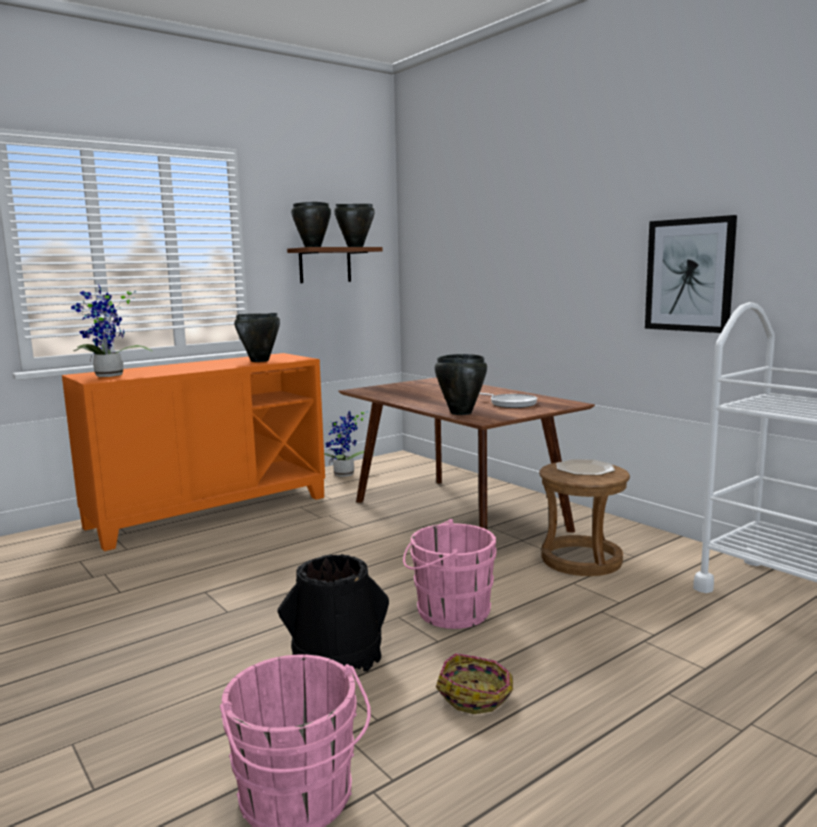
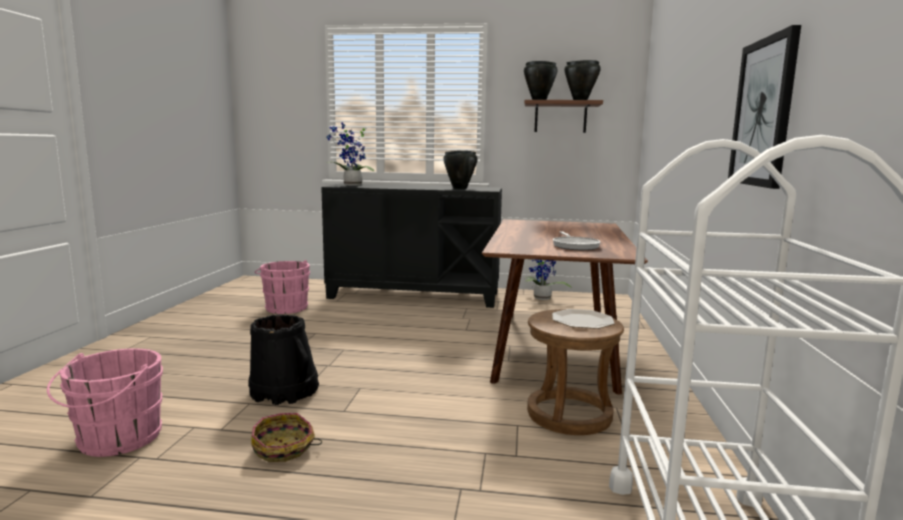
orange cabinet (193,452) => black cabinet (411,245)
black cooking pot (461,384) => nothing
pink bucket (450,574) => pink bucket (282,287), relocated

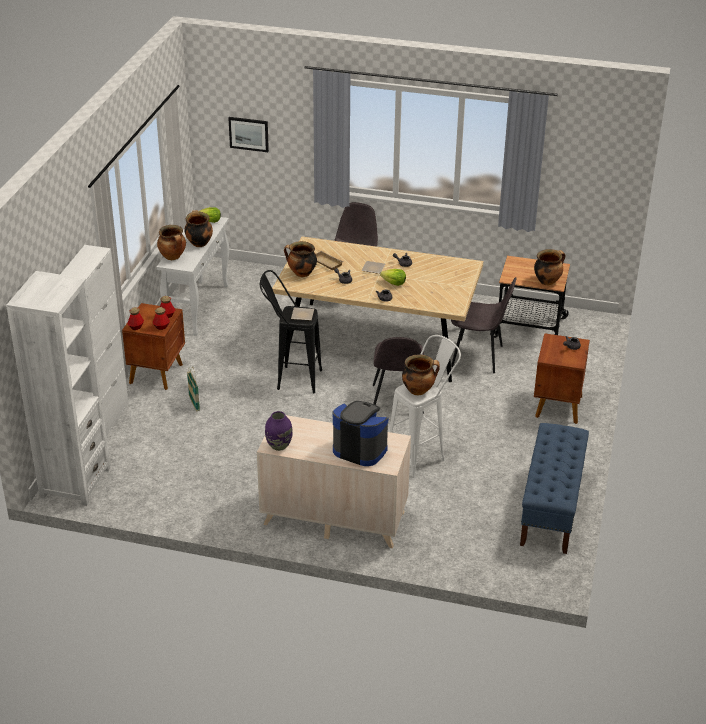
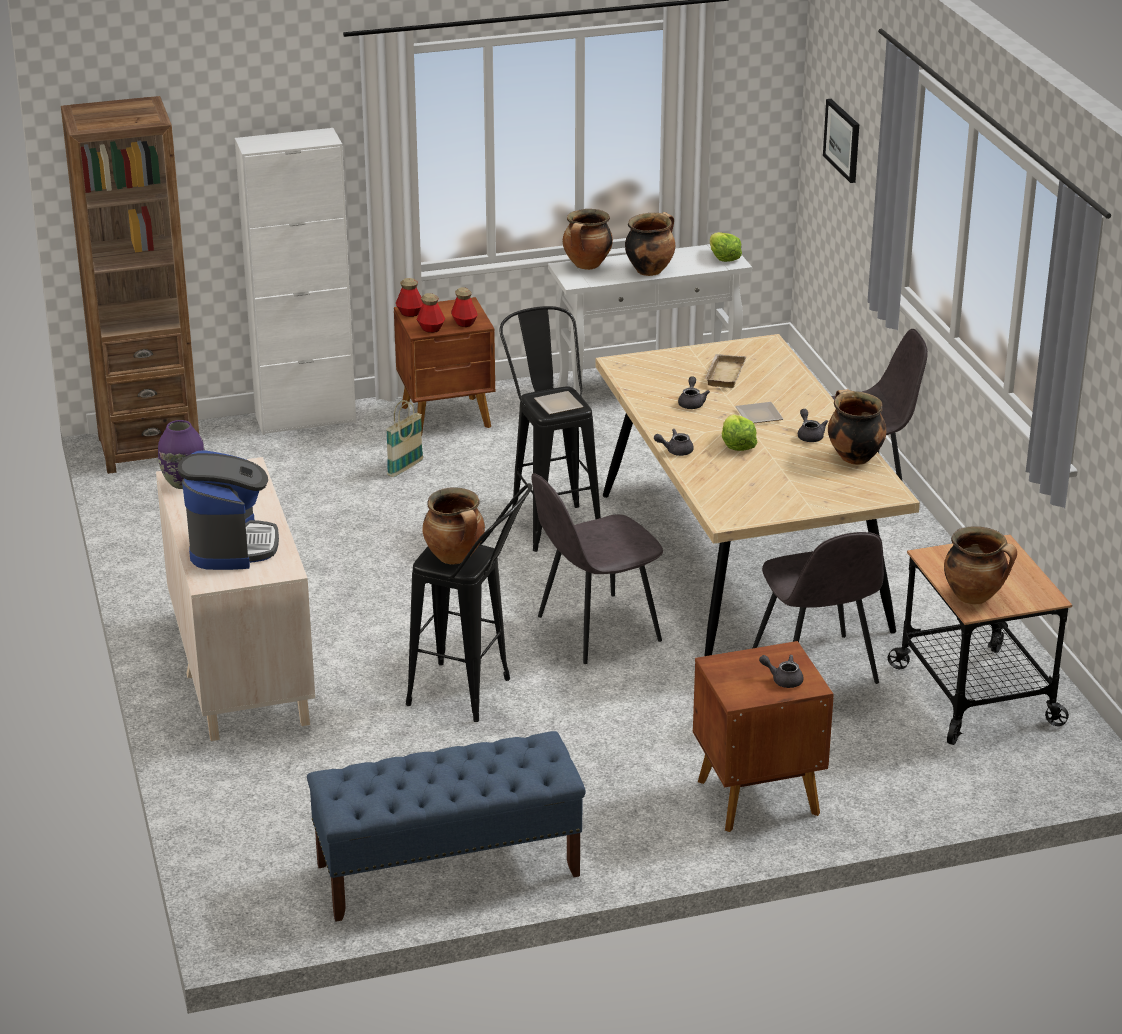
cooking pot (300,259) => cooking pot (857,427), relocated
white bookcase (58,388) => brown bookcase (130,285)
white stool (425,406) => black stool (469,602)

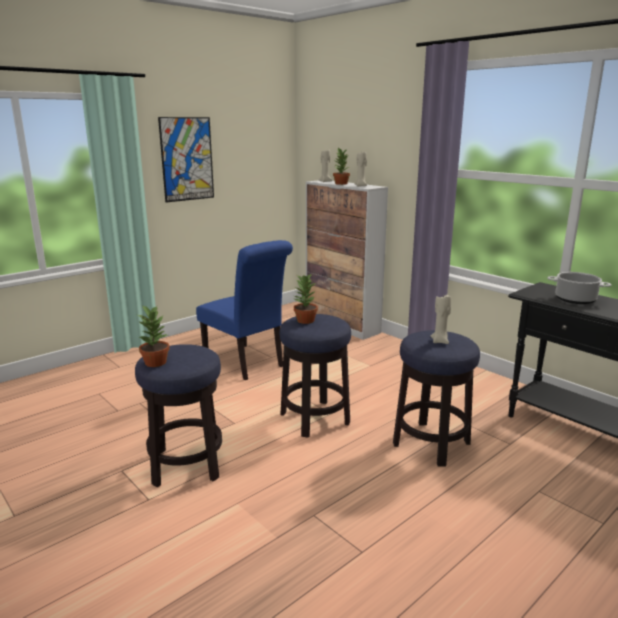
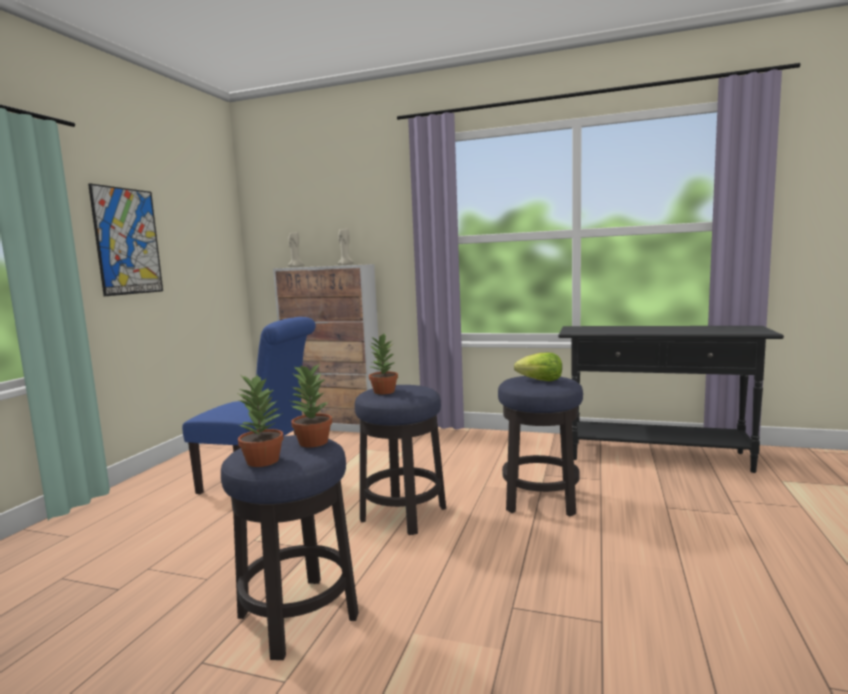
potted plant (341,166) => potted plant (311,405), relocated
cooking pot (579,288) => nothing
beige candle (441,319) => lettuce (538,366)

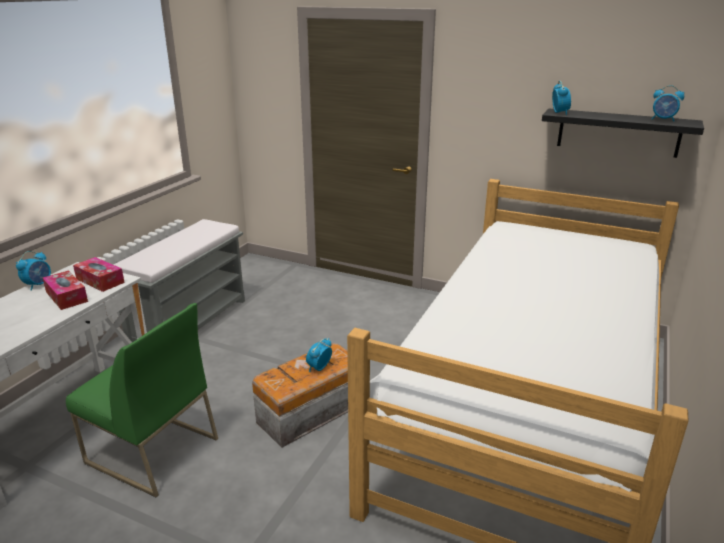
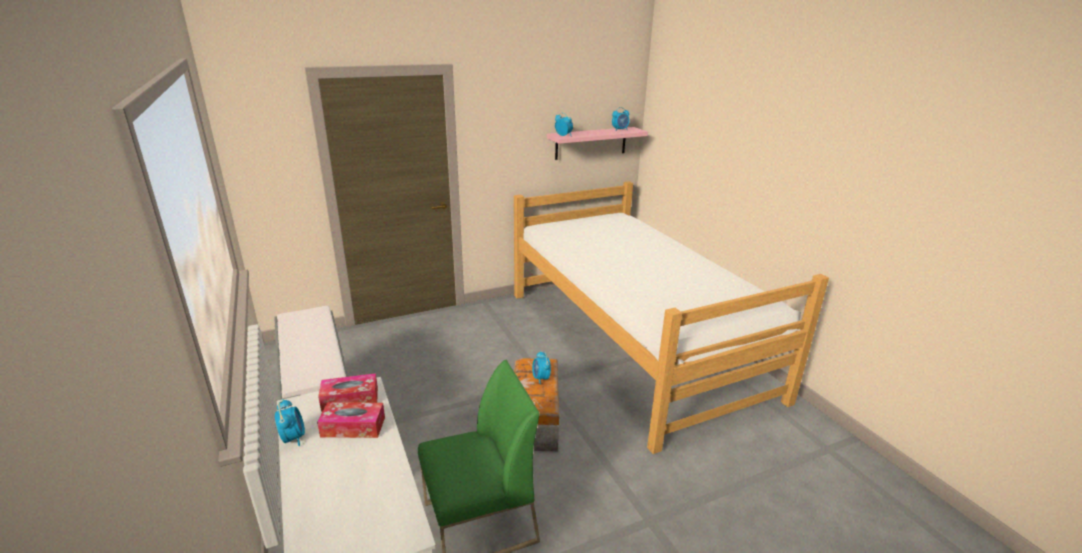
black shelf (623,133) => pink shelf (597,143)

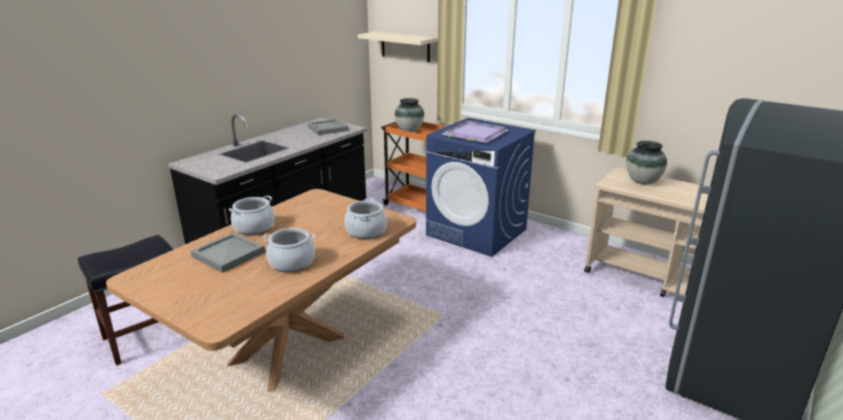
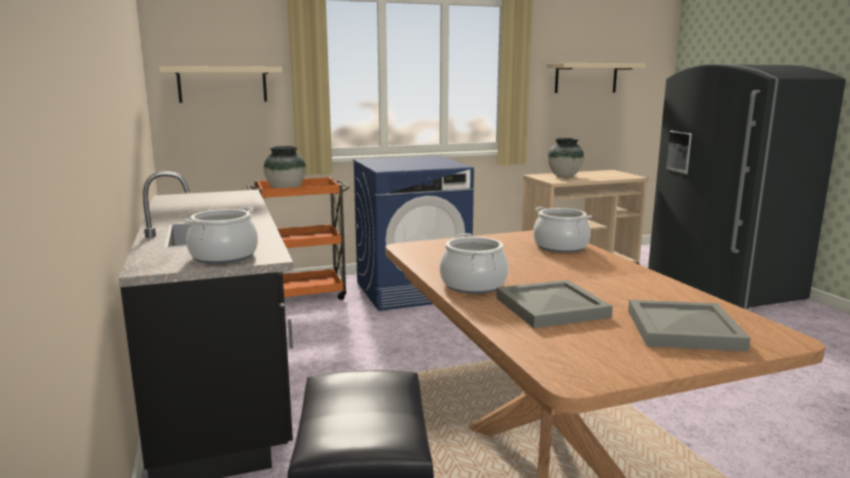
grey tray (328,127) => grey tray (689,325), relocated
purple tray (475,132) => nothing
cooking pot (289,250) => cooking pot (221,235), relocated
nothing => beige shelf (596,78)

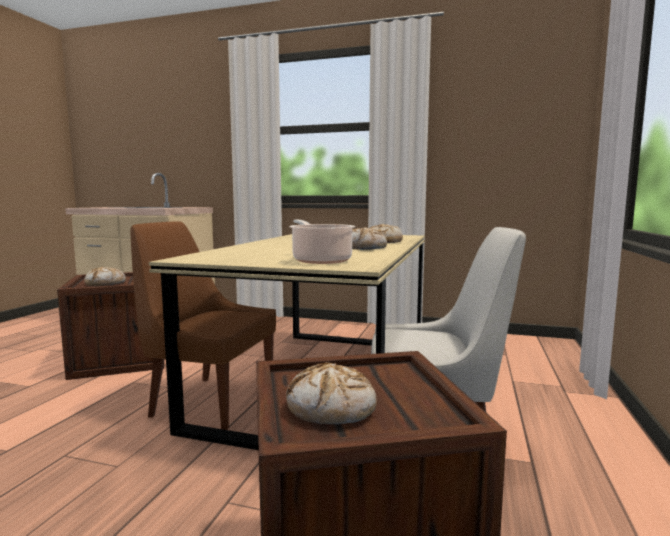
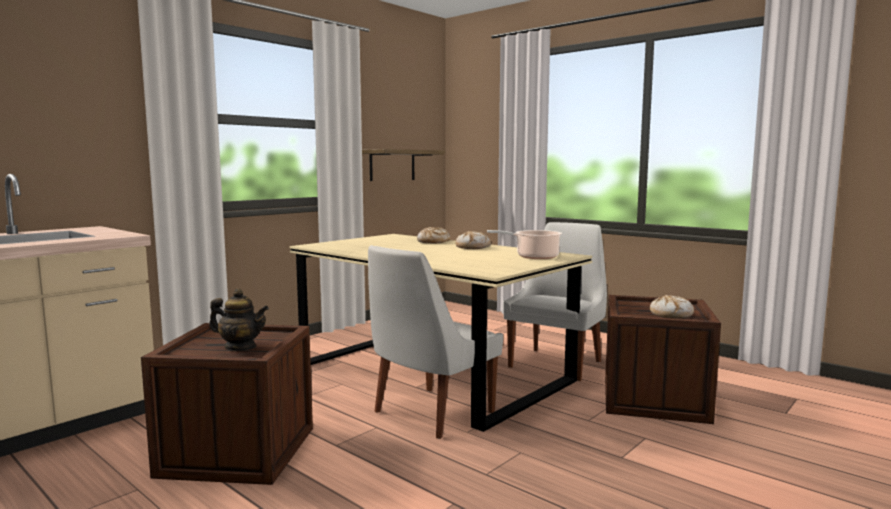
brown chair (203,325) => white chair (435,342)
bread (105,276) => teapot (239,320)
nothing => shelf (403,165)

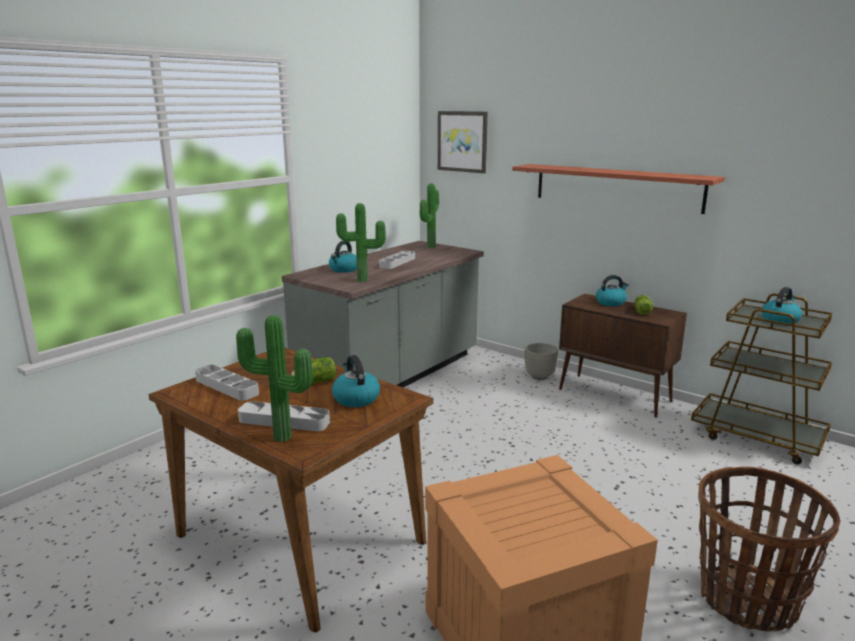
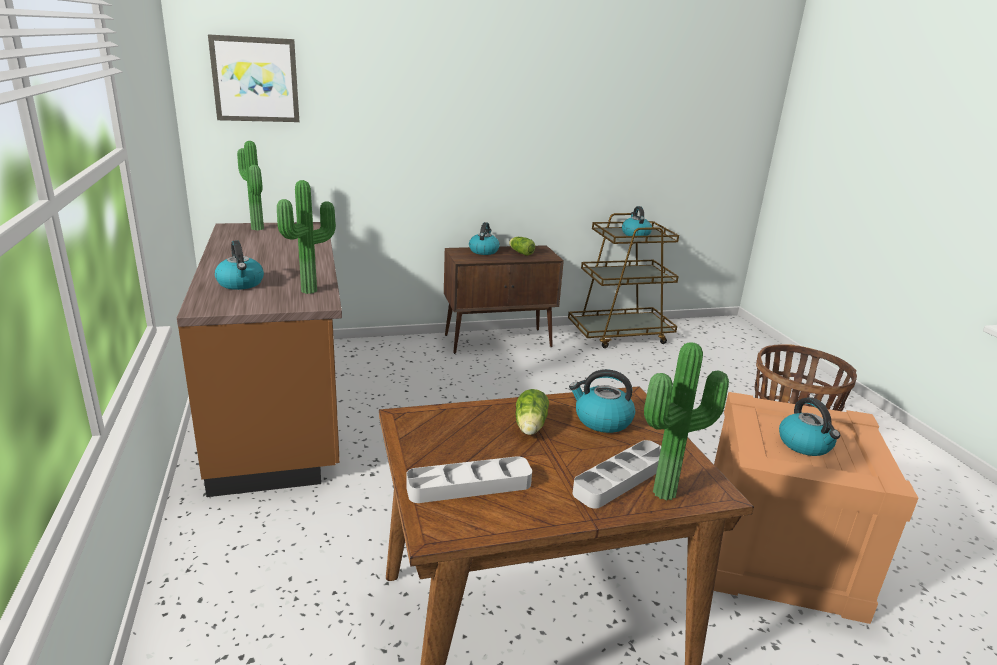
shelf (618,189) => nothing
grey counter (383,314) => brown counter (259,359)
grey tray (397,260) => nothing
grey planter (541,361) => nothing
nothing => kettle (809,426)

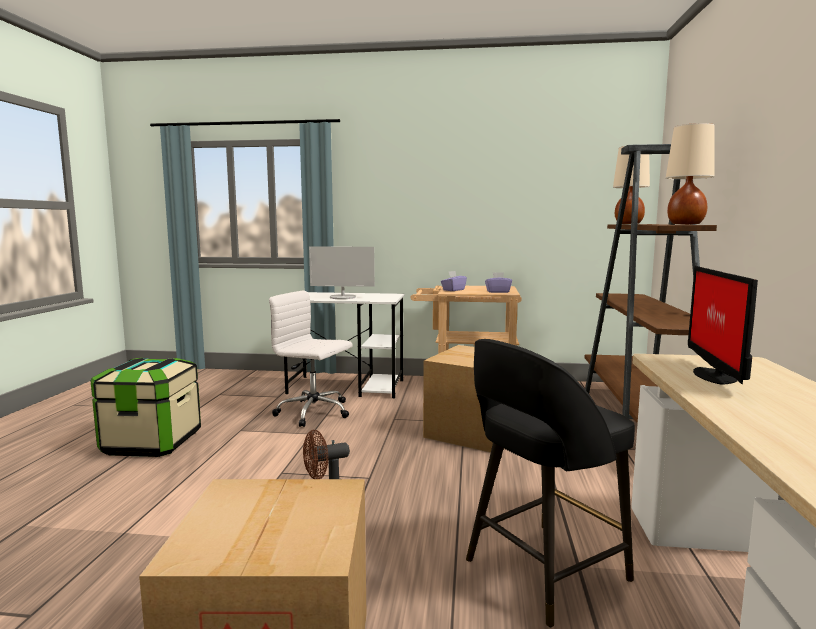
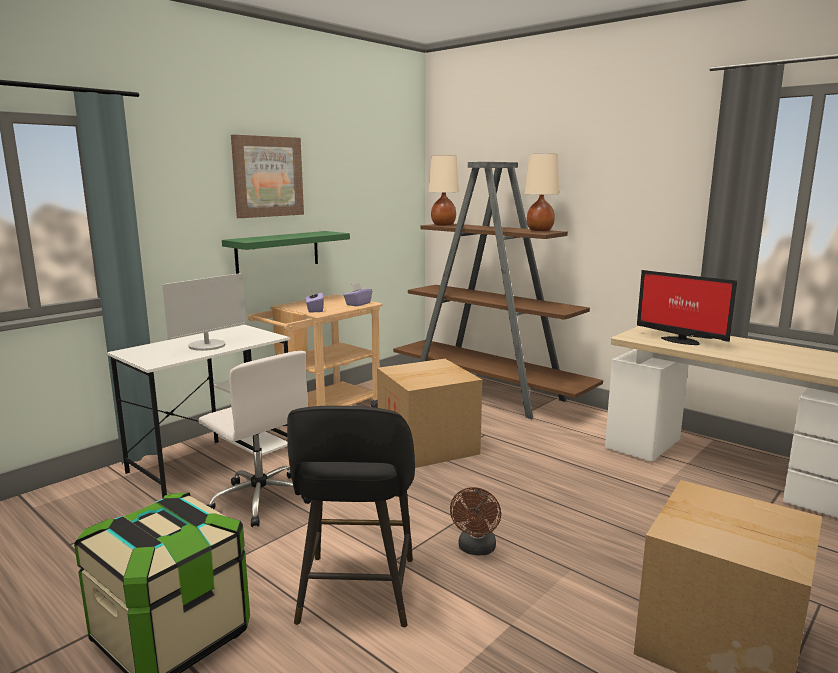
white office chair (311,359) => white office chair (255,439), 105 degrees counterclockwise
black stool (550,483) => black stool (351,516), relocated
nothing => picture (267,176)
nothing => green shelf (286,252)

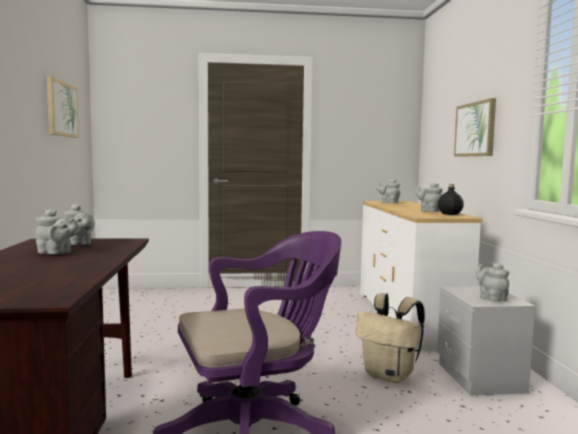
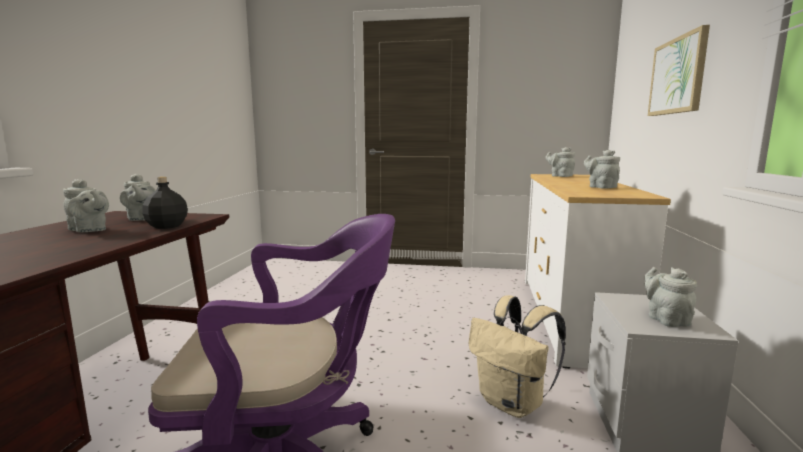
picture (63,107) => nothing
black bottle (451,199) => black bottle (165,203), relocated

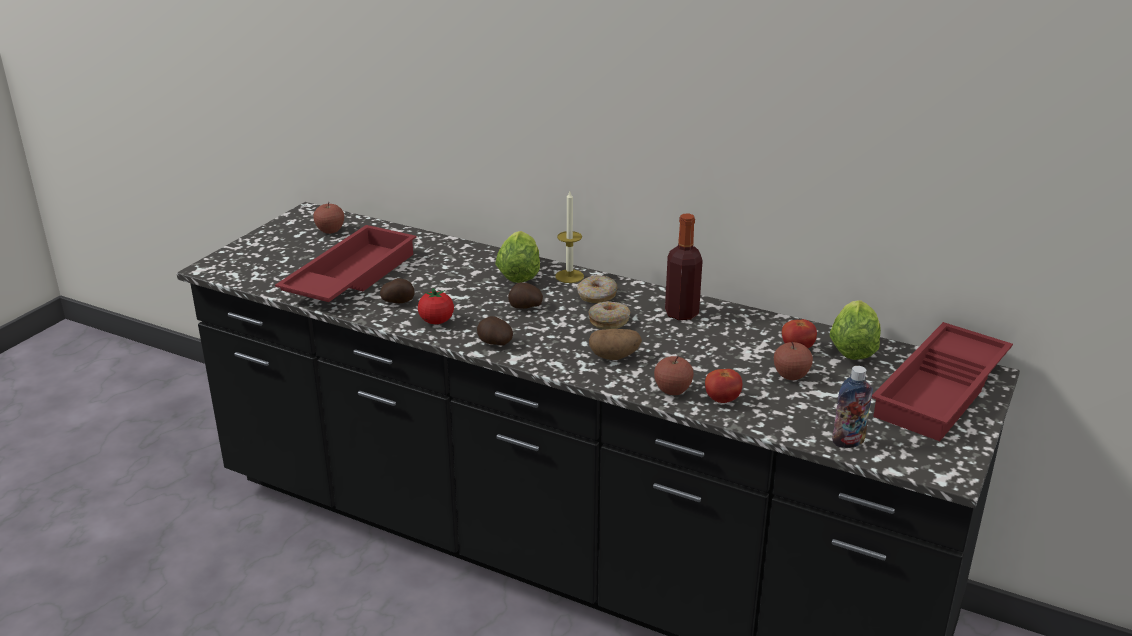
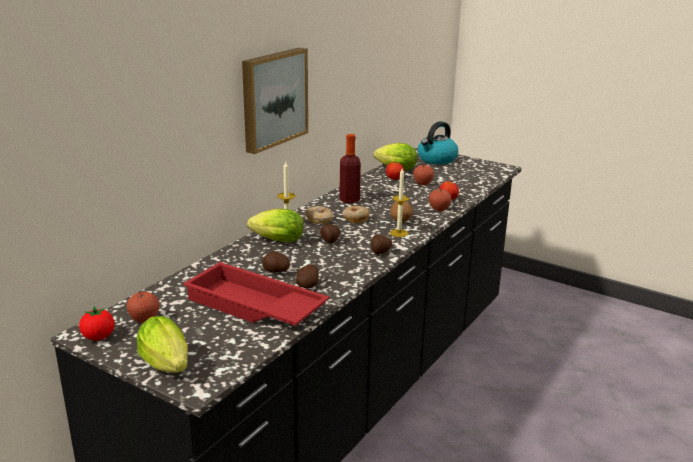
tomato (436,306) => tomato (97,323), relocated
red tray (942,381) => kettle (438,142)
bottle (852,407) => nothing
nothing => picture (275,101)
nothing => candle (399,202)
nothing => potato (276,262)
nothing => lettuce (162,344)

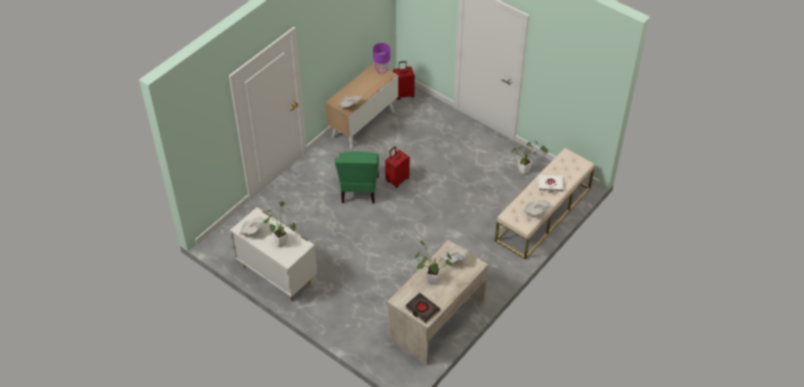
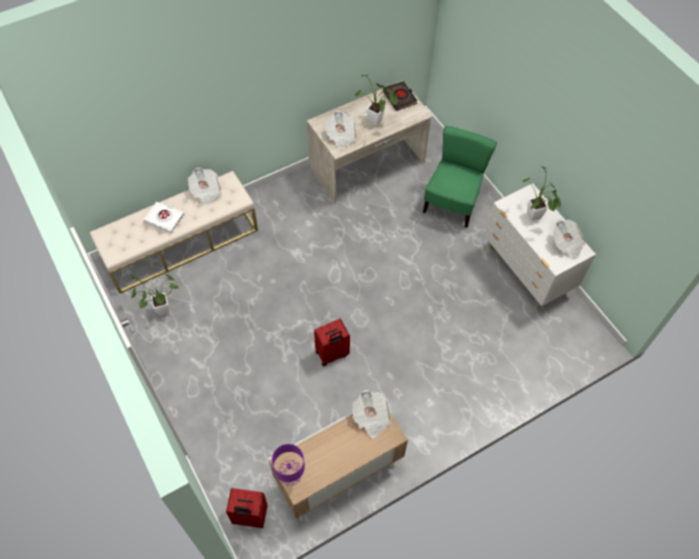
green chair (357,178) => green chair (460,177), relocated

